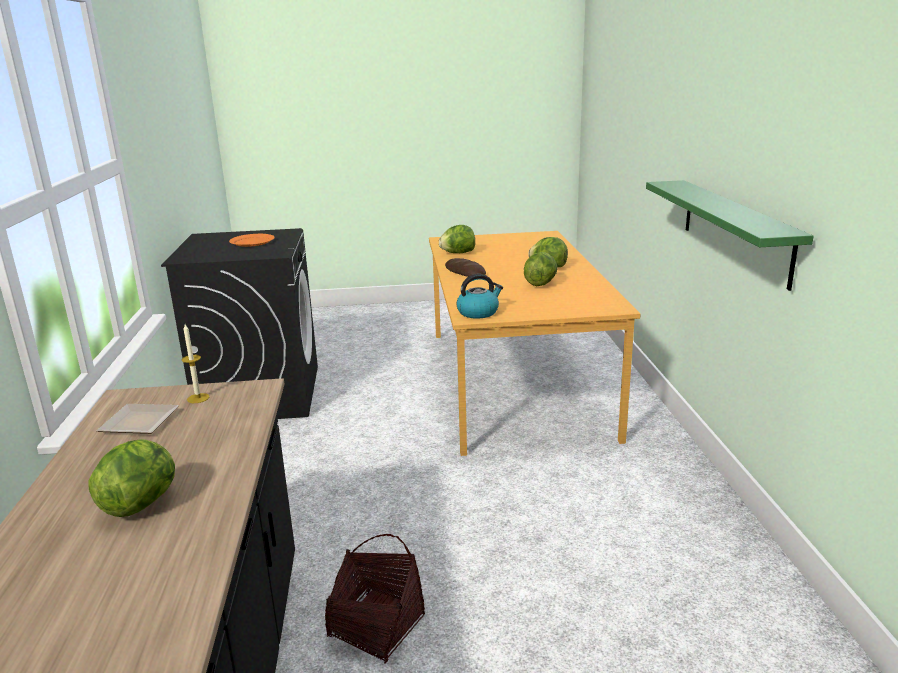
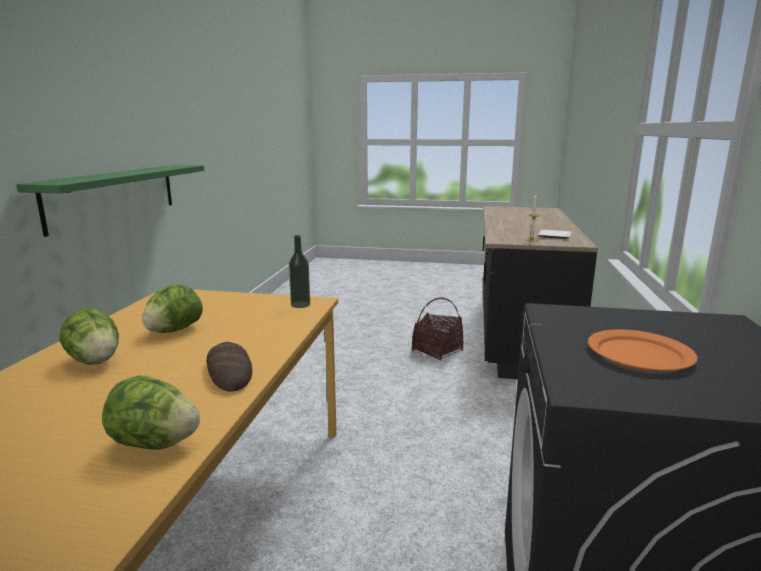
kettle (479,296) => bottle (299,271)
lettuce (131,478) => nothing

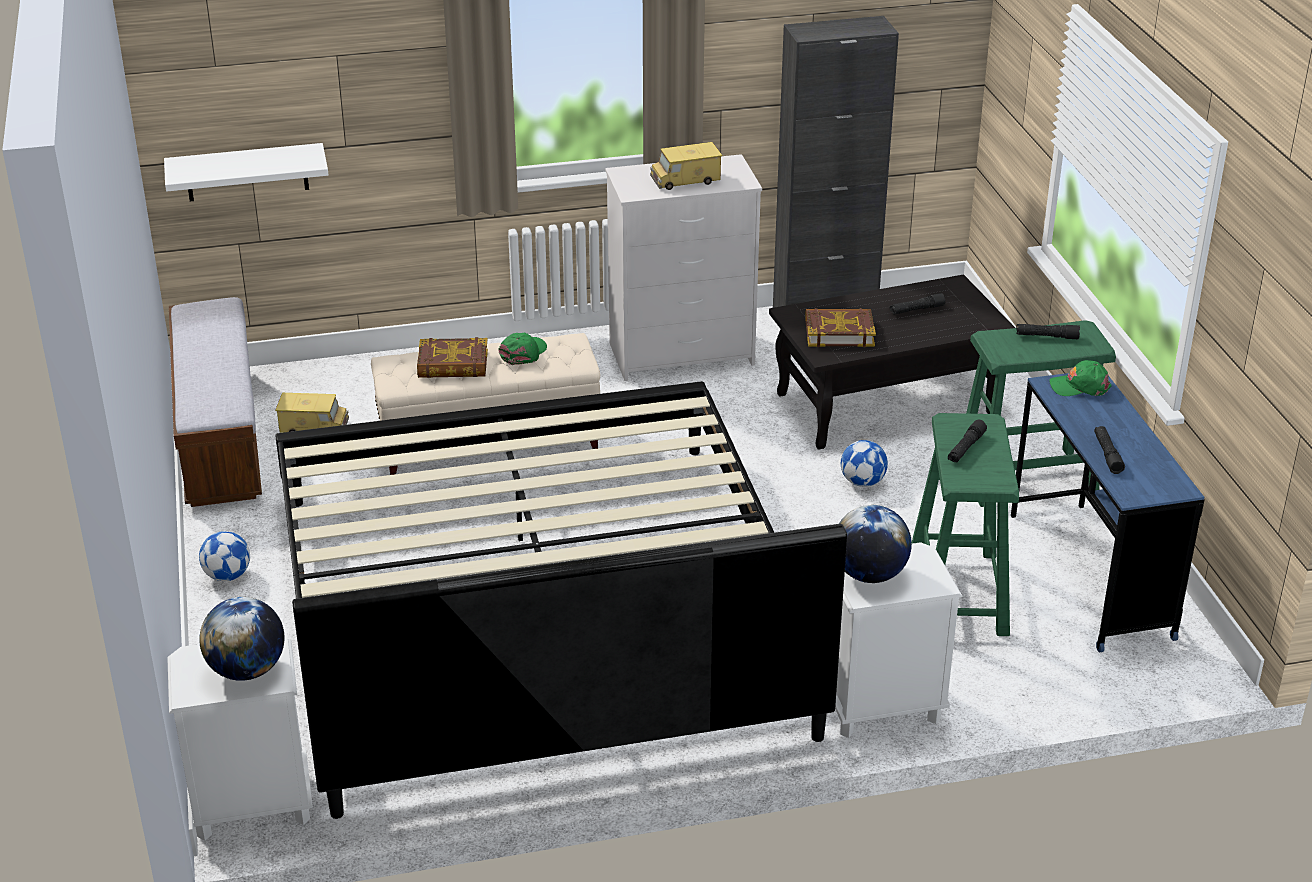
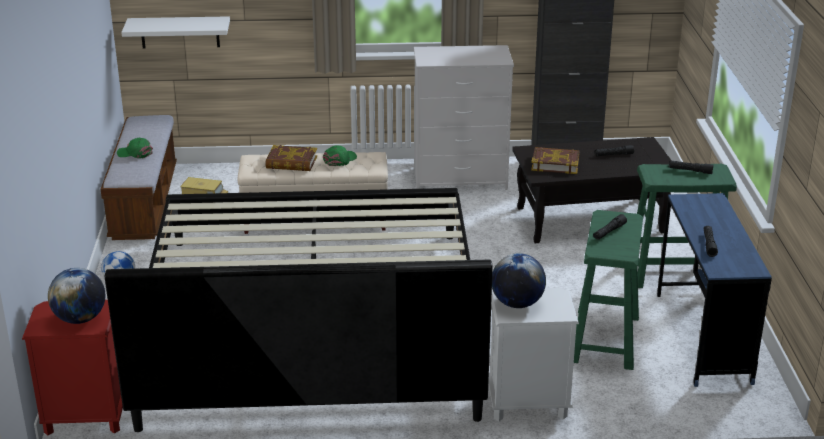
toy truck (686,166) => nothing
green cap (1080,378) => green cap (135,148), relocated
football (864,463) => nothing
white nightstand (240,739) => red nightstand (72,367)

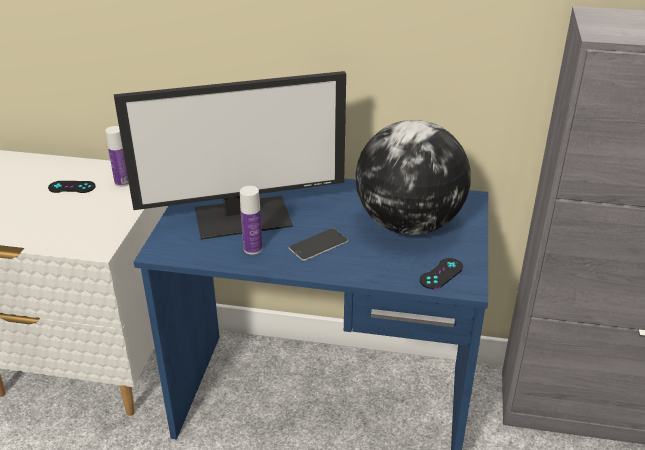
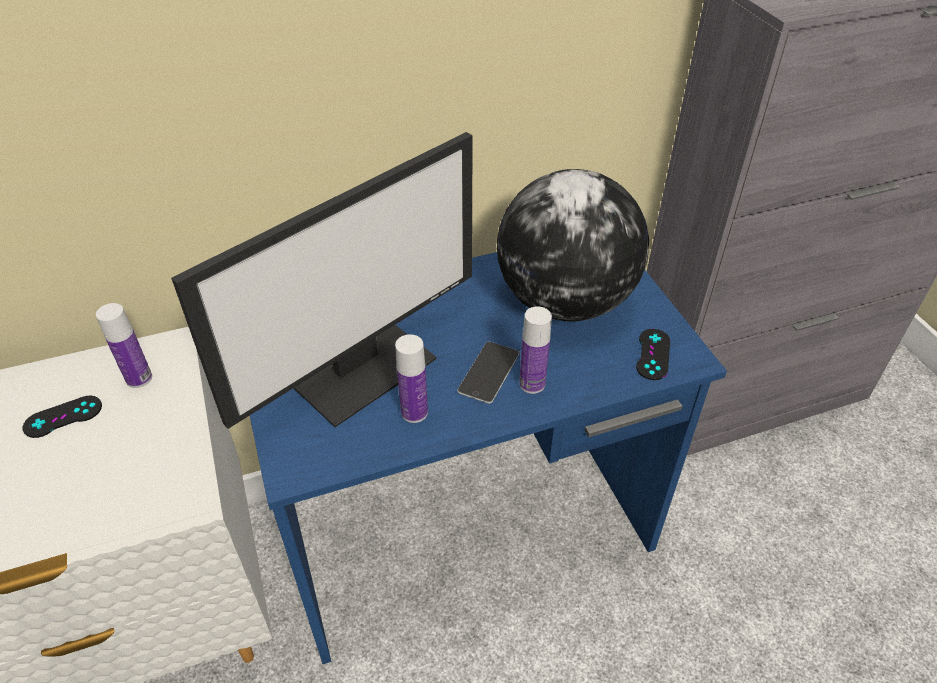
nothing => bottle (535,350)

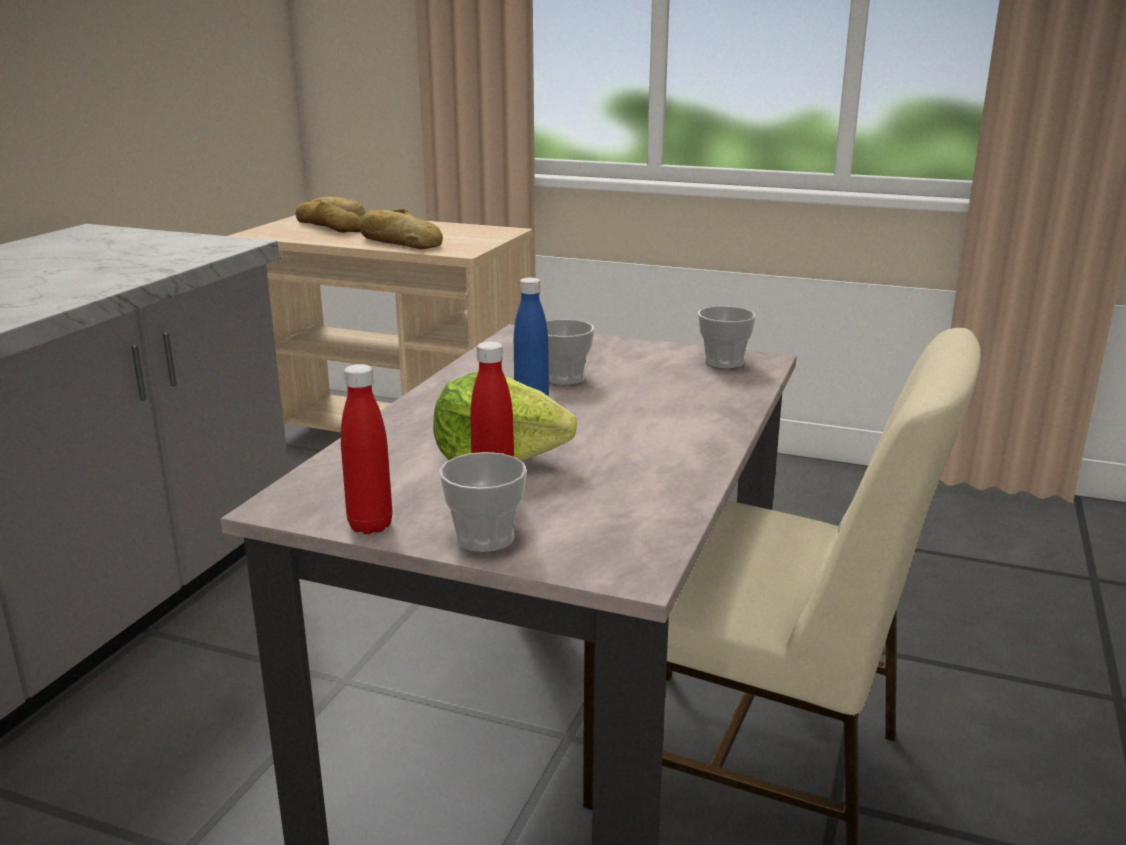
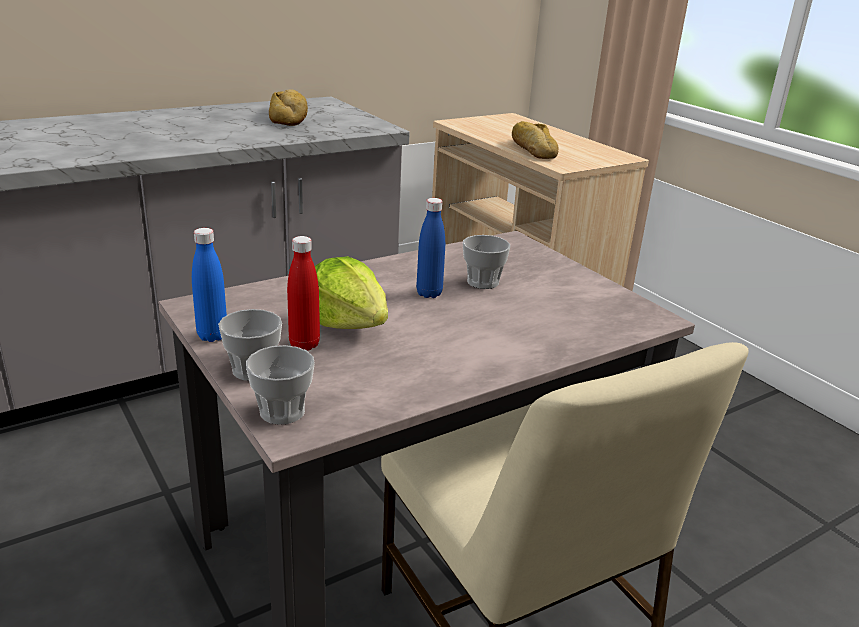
bread (331,215) => bread (288,107), relocated
cup (727,337) => cup (280,385), relocated
red bottle (366,449) => blue bottle (209,285)

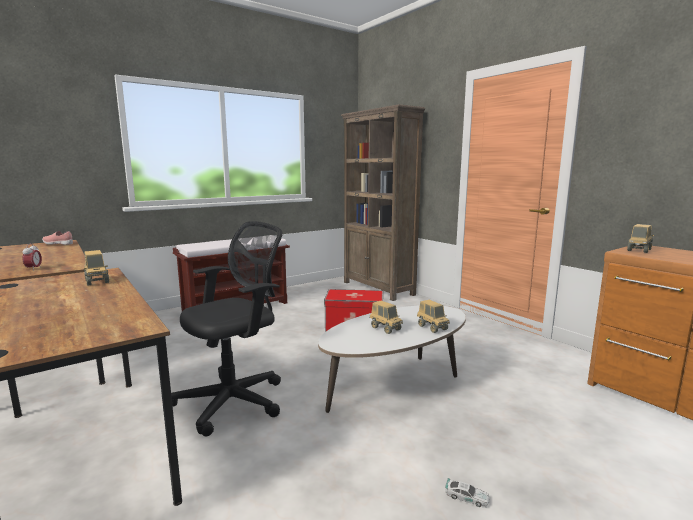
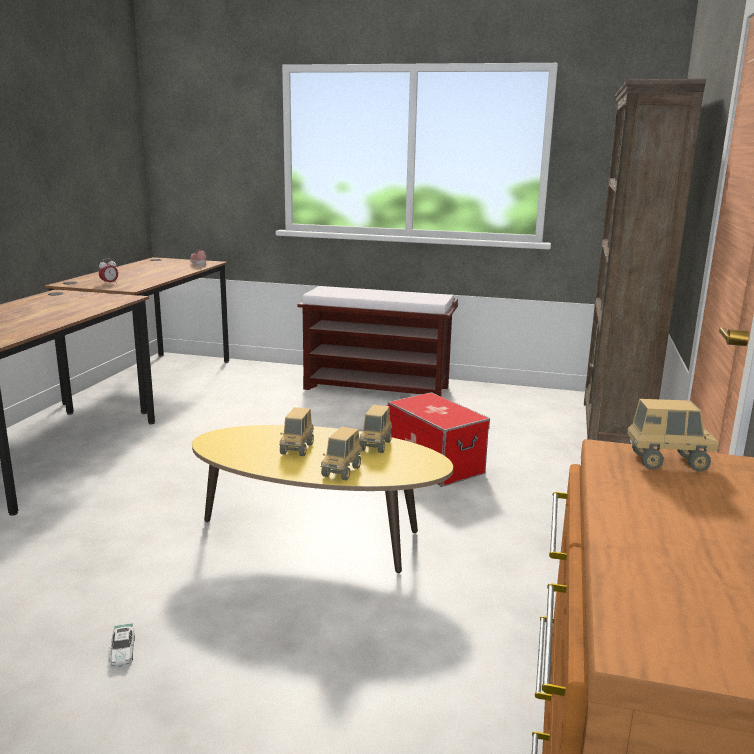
black office chair (227,328) => nothing
toy truck (96,267) => toy truck (375,429), relocated
white coffee table (392,359) => yellow coffee table (322,499)

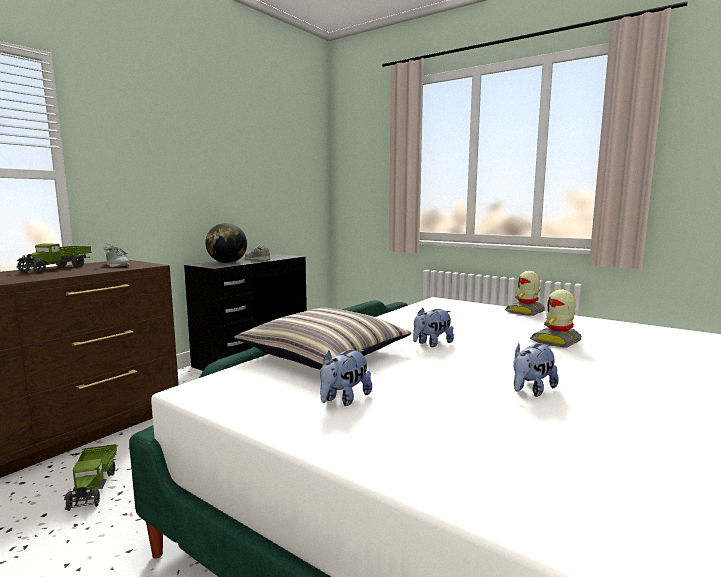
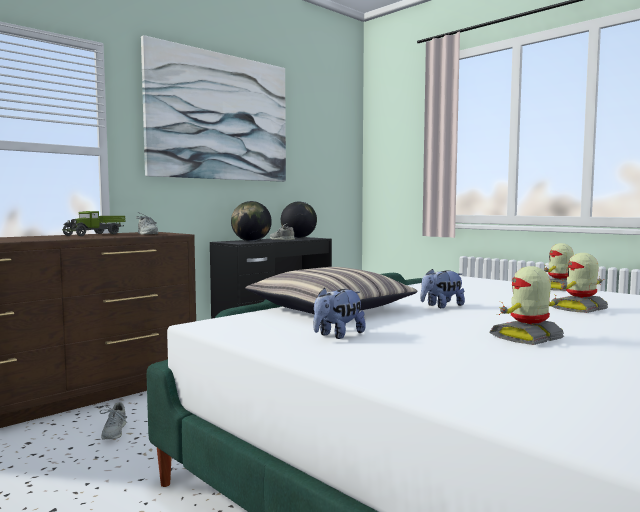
plush toy (536,370) => toy robot (527,305)
toy truck (90,477) => grey shoe (113,420)
nothing => picture (213,108)
nothing => globe (299,219)

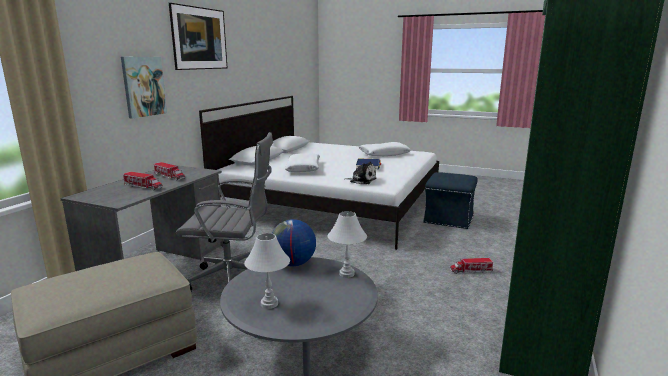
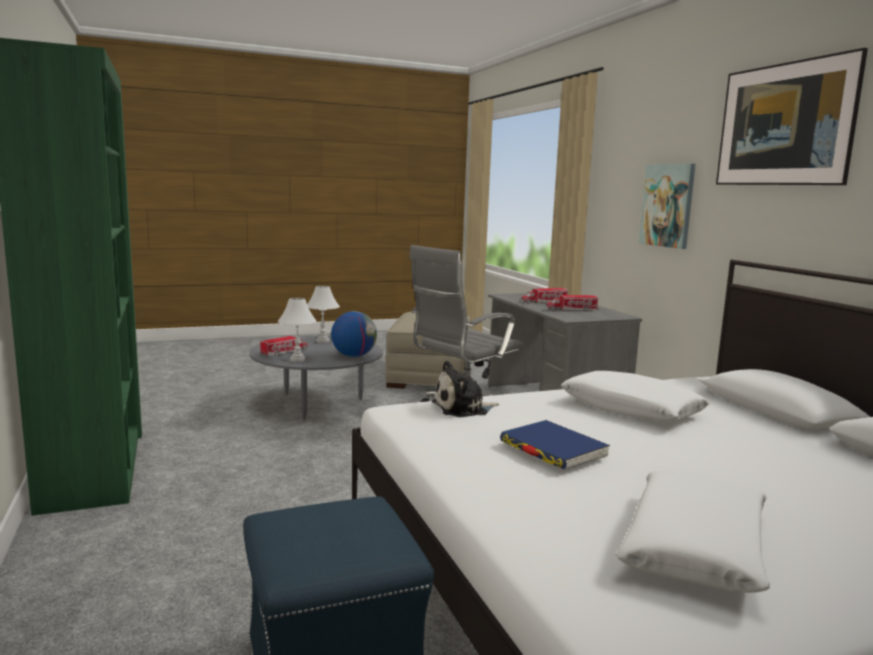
toy truck (471,266) => toy truck (284,346), relocated

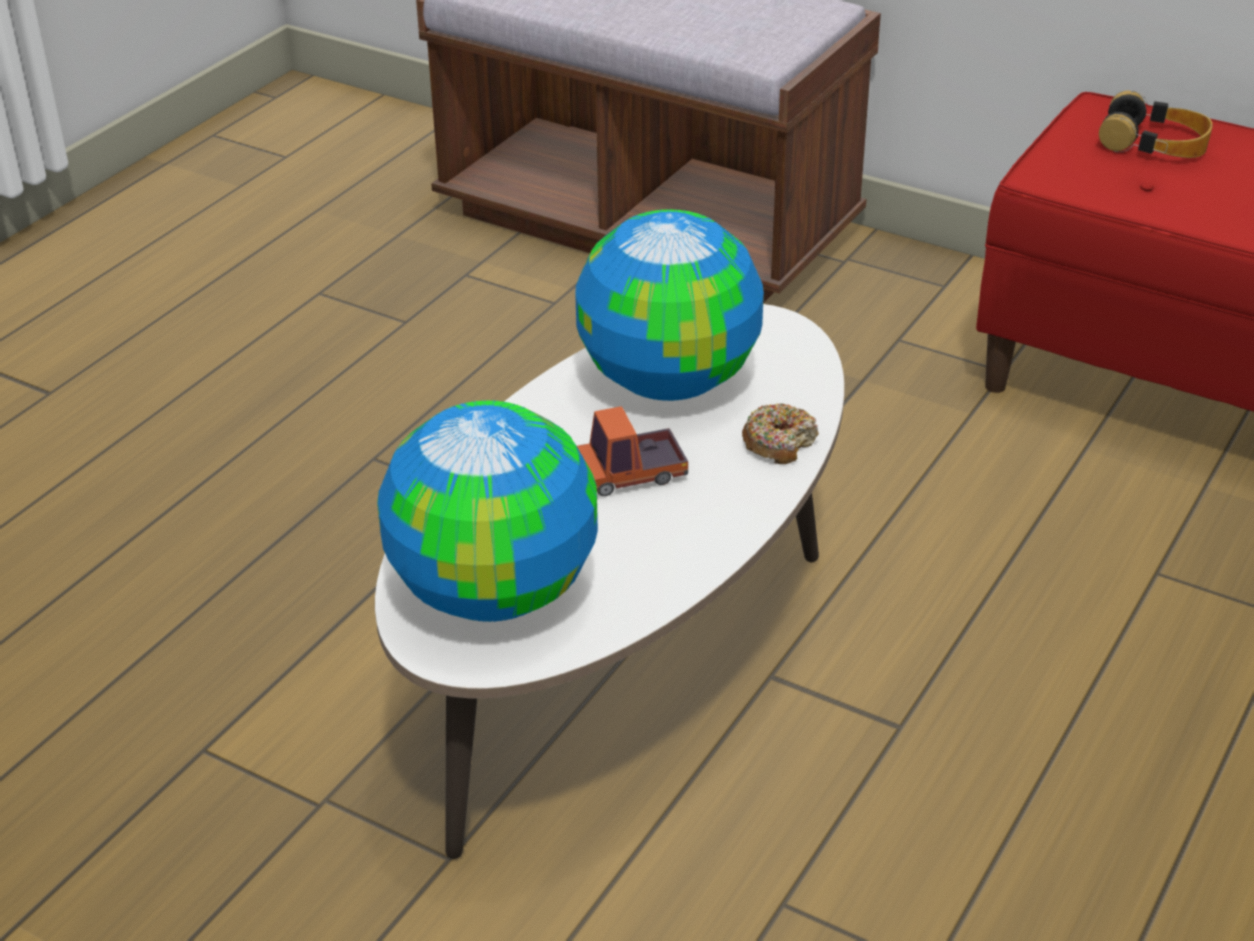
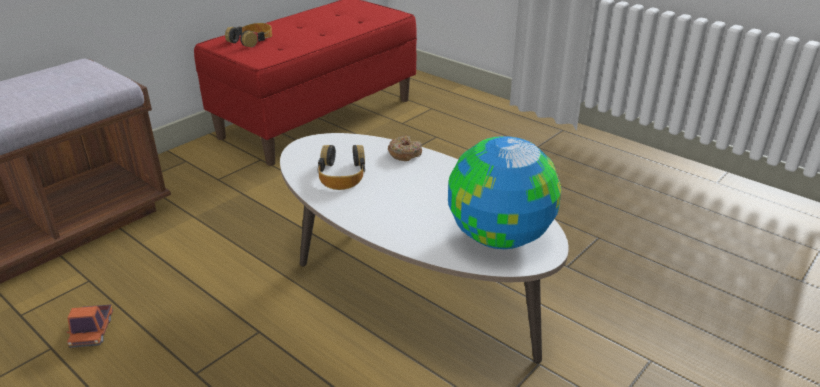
globe (669,305) => headphones (341,167)
toy truck (632,451) => toy truck (90,326), relocated

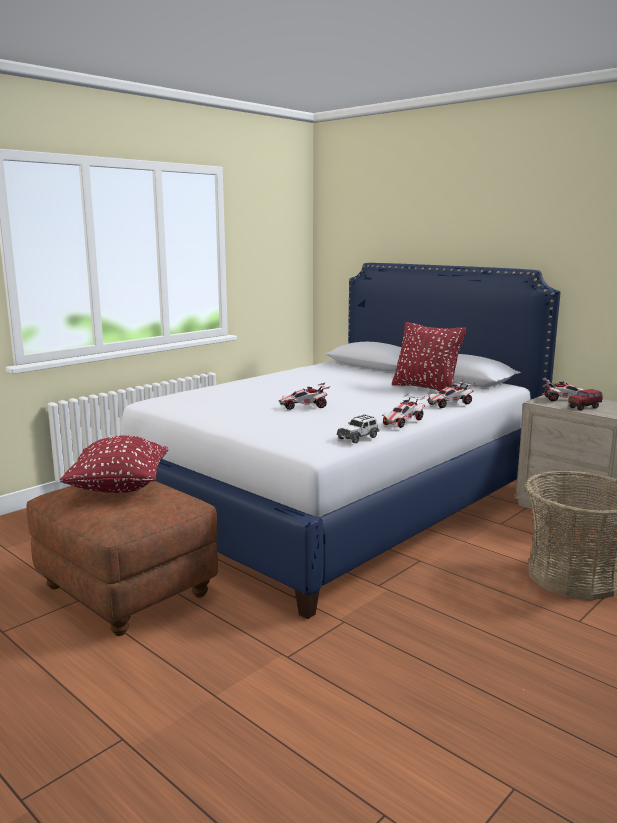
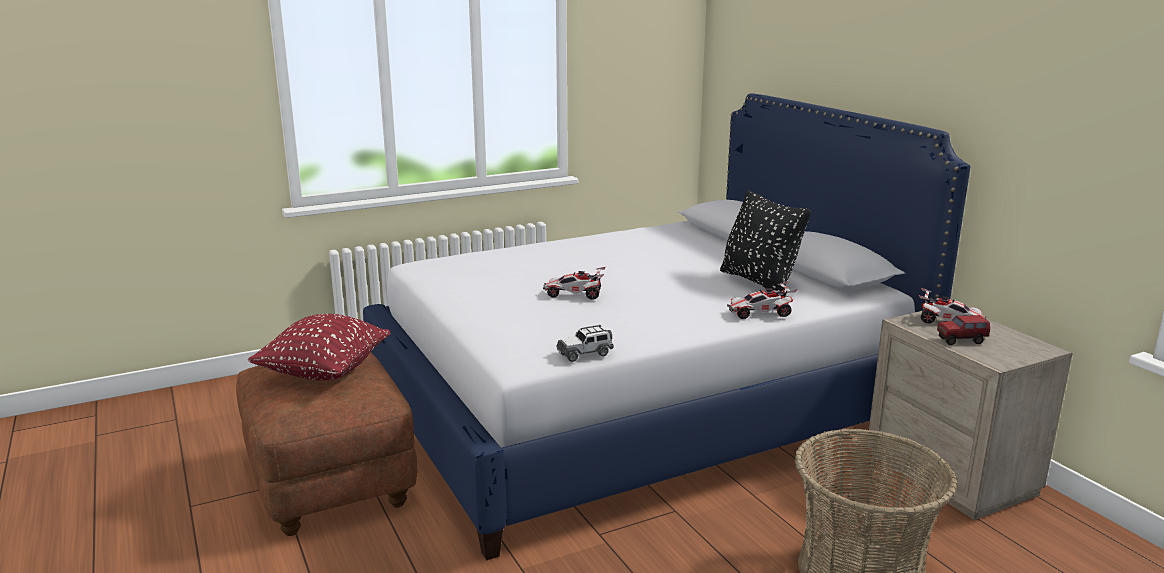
red pillow (429,356) => black pillow (765,240)
toy car (403,410) => nothing

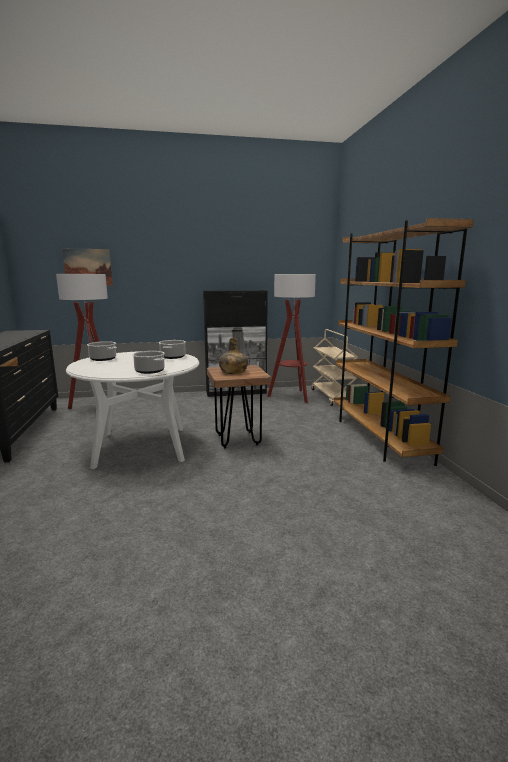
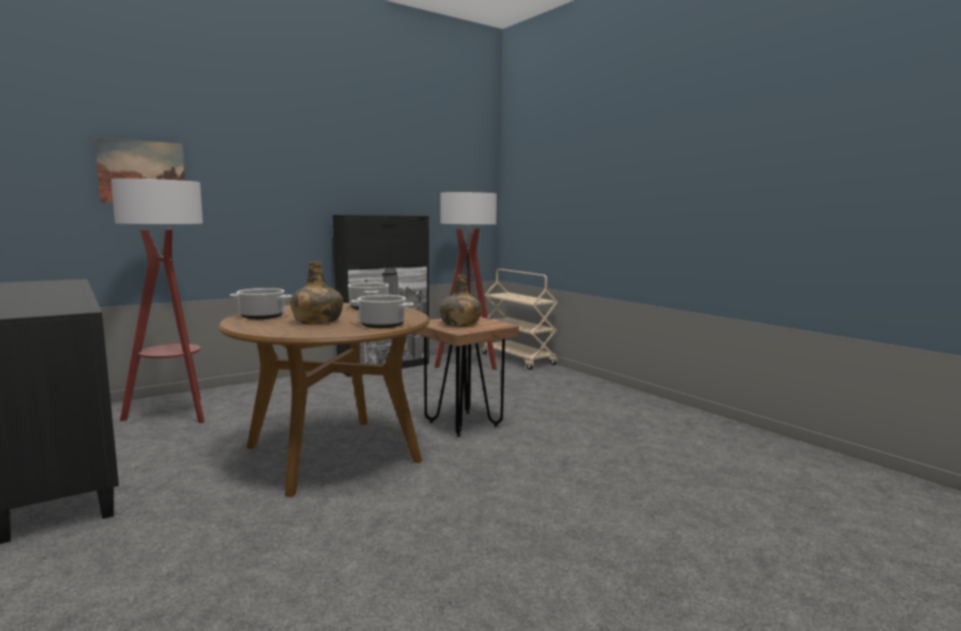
brown bookcase (404,342) => nothing
white dining table (132,410) => brown dining table (323,400)
nothing => green bottle (316,293)

